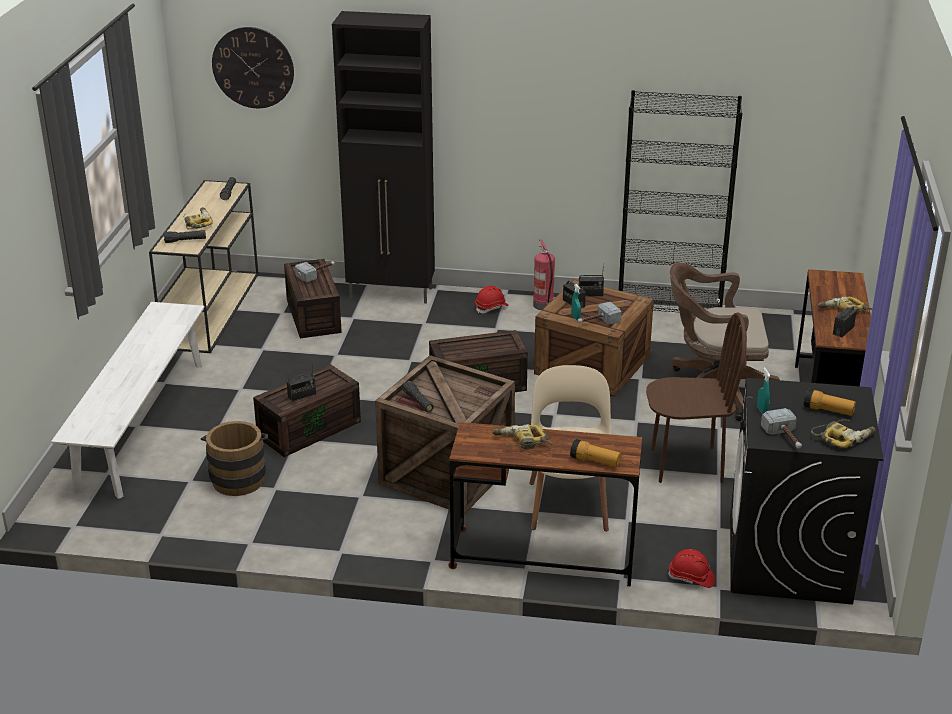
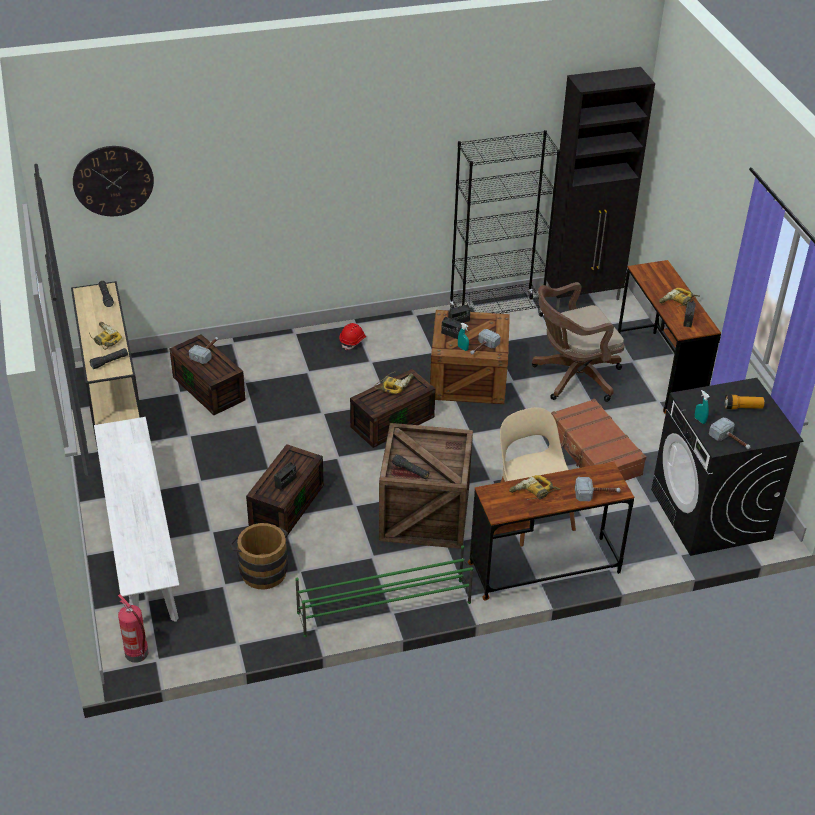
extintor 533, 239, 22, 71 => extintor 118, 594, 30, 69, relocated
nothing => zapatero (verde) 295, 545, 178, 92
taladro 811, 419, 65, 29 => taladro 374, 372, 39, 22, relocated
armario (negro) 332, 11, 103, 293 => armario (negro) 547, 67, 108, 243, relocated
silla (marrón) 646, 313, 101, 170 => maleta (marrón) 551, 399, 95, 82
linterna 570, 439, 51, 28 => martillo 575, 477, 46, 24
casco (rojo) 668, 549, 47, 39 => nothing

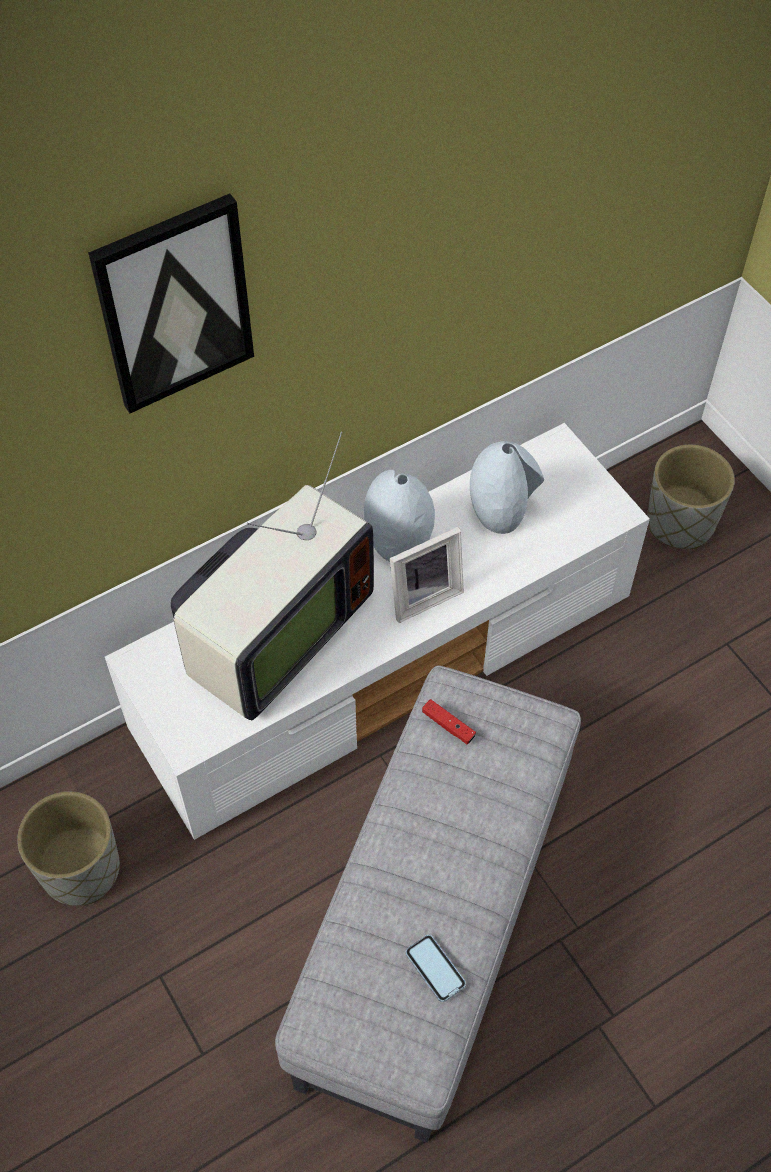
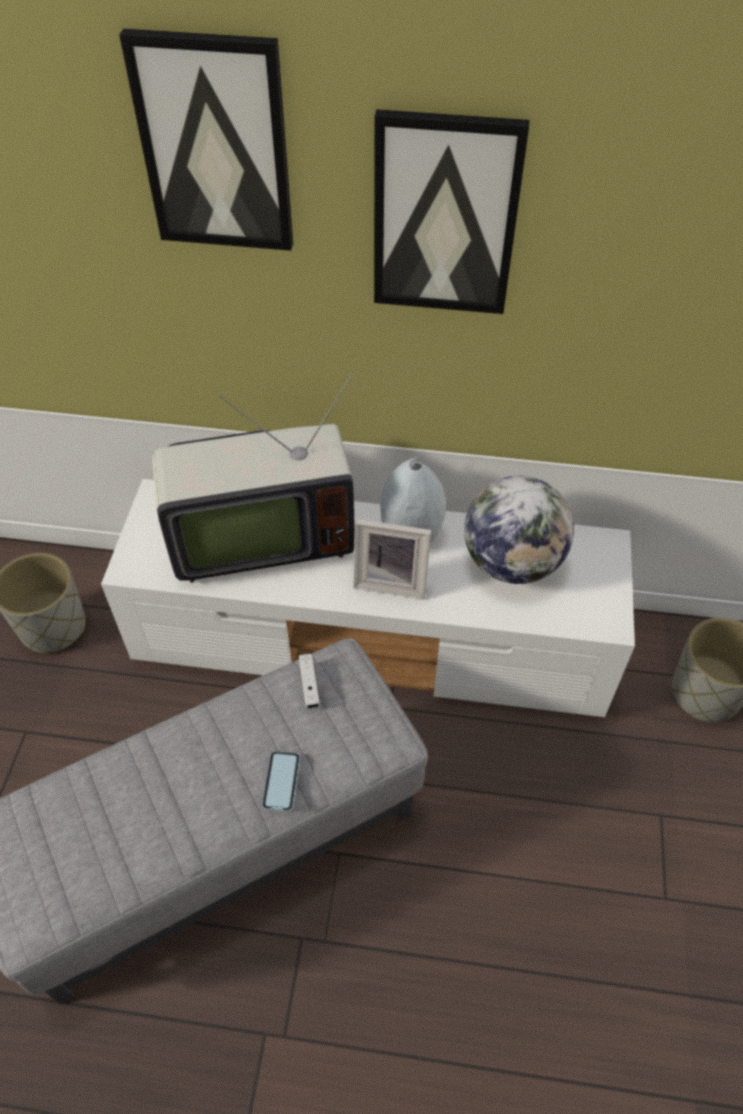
móvil 406, 935, 60, 67 => móvil 262, 751, 38, 61, relocated
mando de consola (rojo) 422, 699, 54, 45 => mando de consola (blanco) 299, 654, 21, 54
nothing => cuadro 374, 109, 156, 205
florero (gris) 470, 441, 74, 93 => globo terráqueo 464, 476, 110, 108

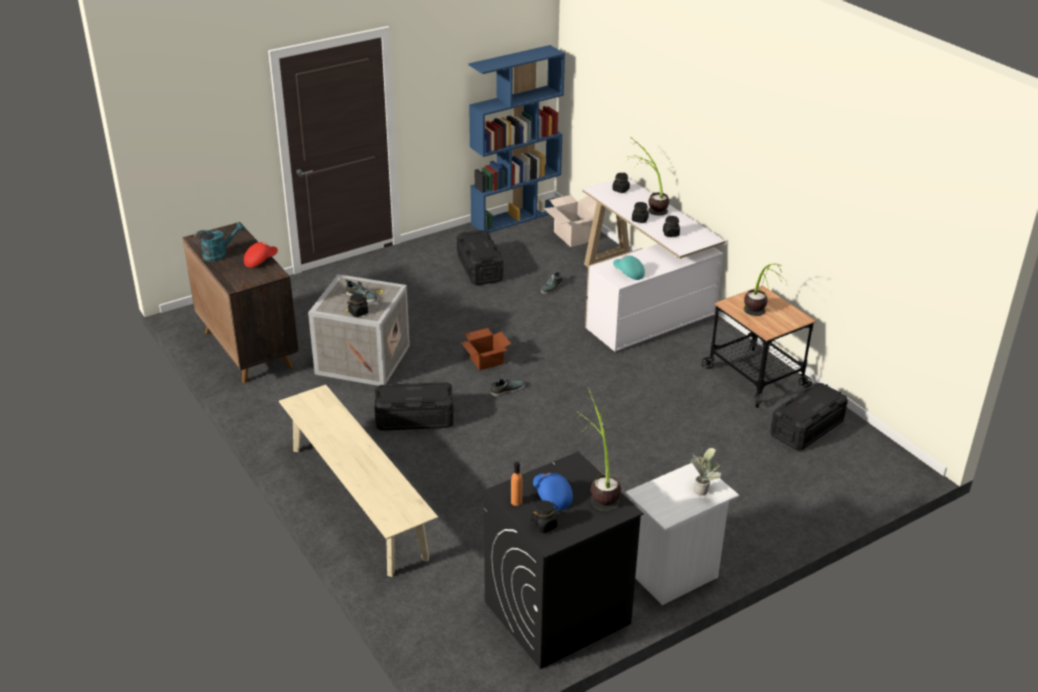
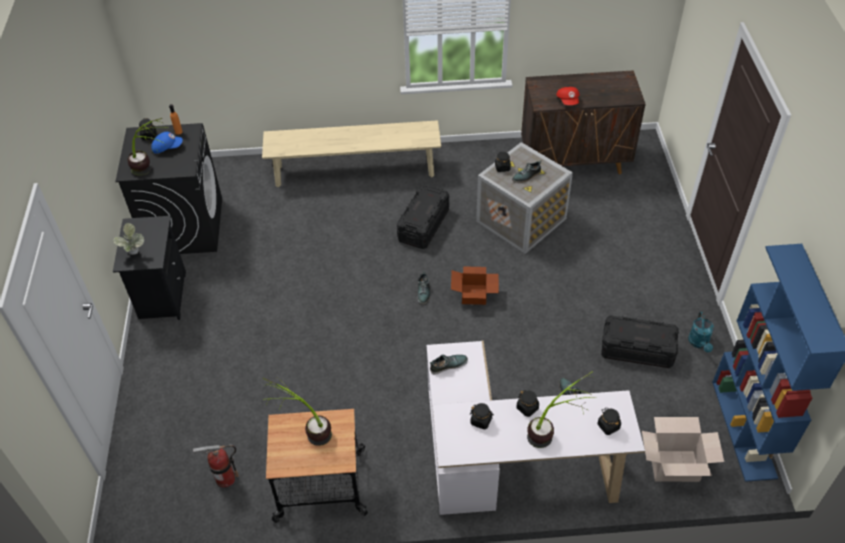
mesita de noche (blanco) 625, 463, 114, 142 => mesita de noche (negro) 113, 216, 73, 104
caja de almacenaje (negro) 771, 383, 77, 67 => extintor 193, 445, 46, 43
gorra (turquesa) 613, 256, 32, 24 => zapato 430, 354, 38, 21
regadera (turquesa) 194, 222, 50, 40 => regadera (turquesa) 688, 312, 26, 40, relocated

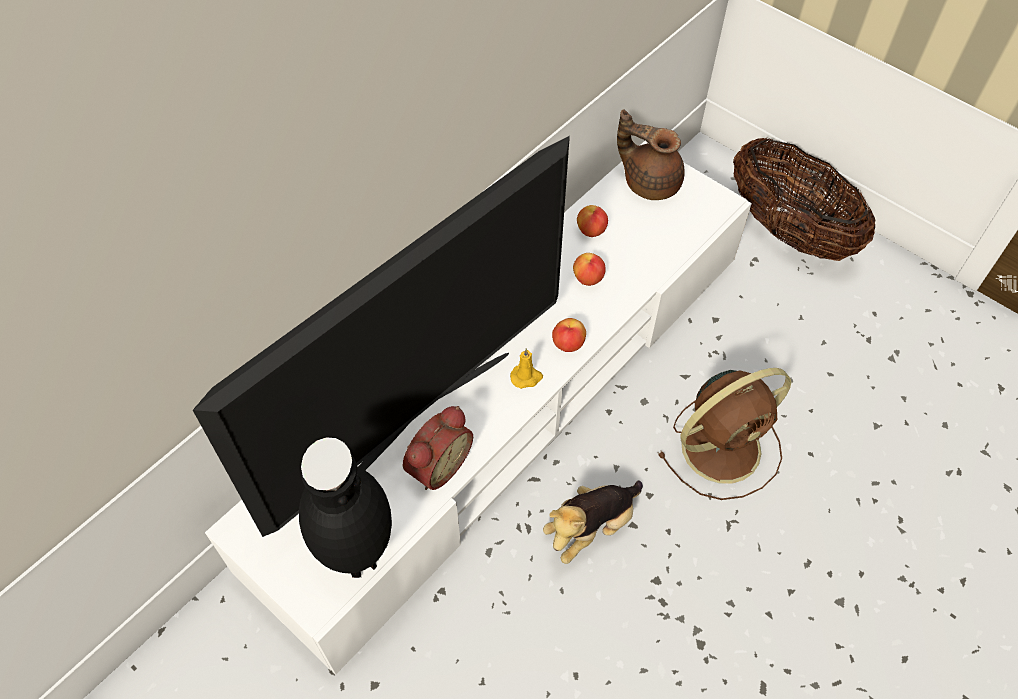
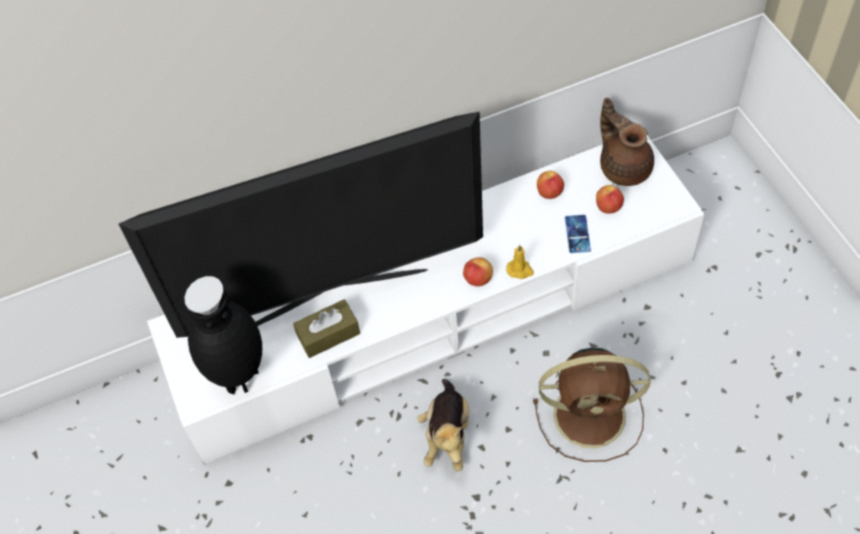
despertador 403, 406, 70, 84 => caja de pañuelos (marrón) 293, 299, 67, 59
peluche 543, 480, 100, 84 => peluche 417, 379, 52, 93, 75 degrees counterclockwise
vela (amarillo) 510, 348, 33, 41 => vela (amarillo) 506, 245, 28, 34, relocated
nothing => móvil 565, 215, 26, 38
manzana 573, 253, 33, 33 => manzana 596, 185, 28, 29, relocated
cesta 733, 138, 142, 123 => nothing

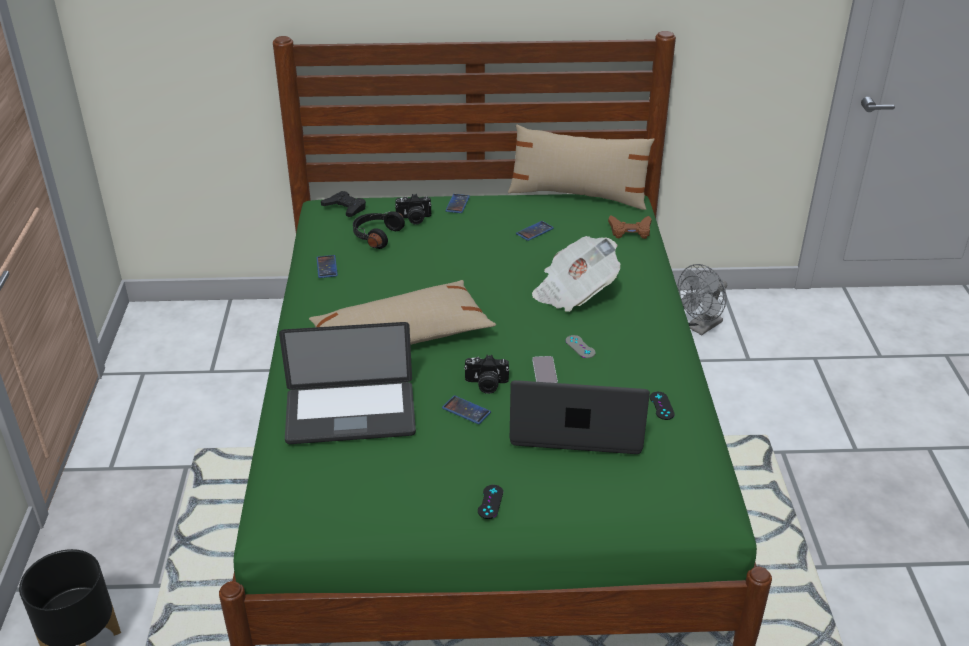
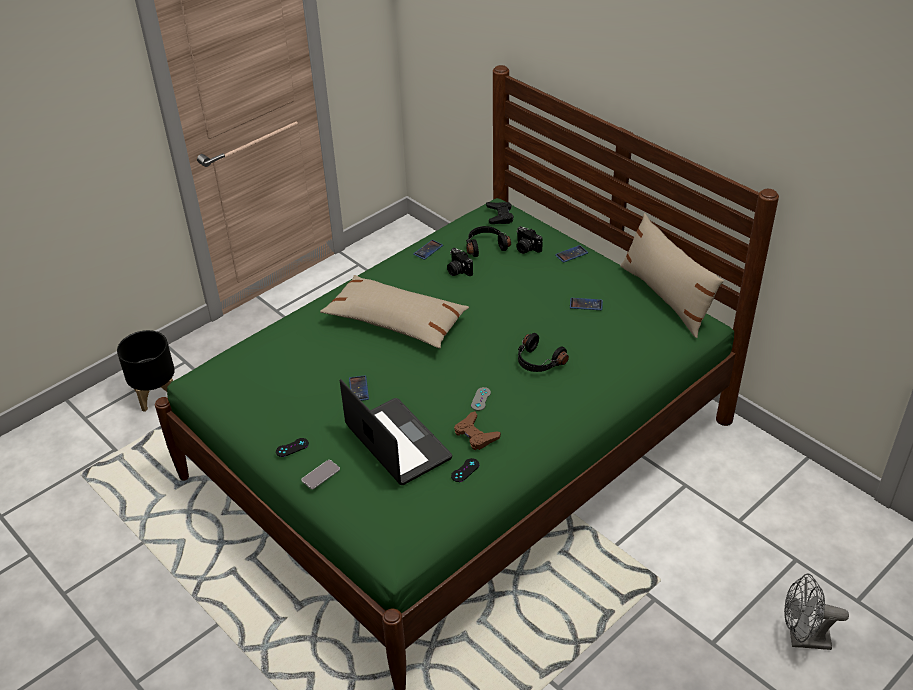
móvil 532, 356, 26, 27 => móvil 301, 460, 39, 29, relocated
cámara 464, 355, 45, 39 => cámara 447, 248, 26, 28, relocated
mando de consola (marrón) 608, 215, 44, 24 => mando de consola (marrón) 454, 411, 47, 39, relocated
periódico 532, 236, 88, 76 => auriculares (negro) 518, 333, 51, 39
ventilador (gris) 677, 264, 50, 71 => ventilador (gris) 784, 573, 65, 77, relocated
portátil 279, 322, 137, 122 => nothing

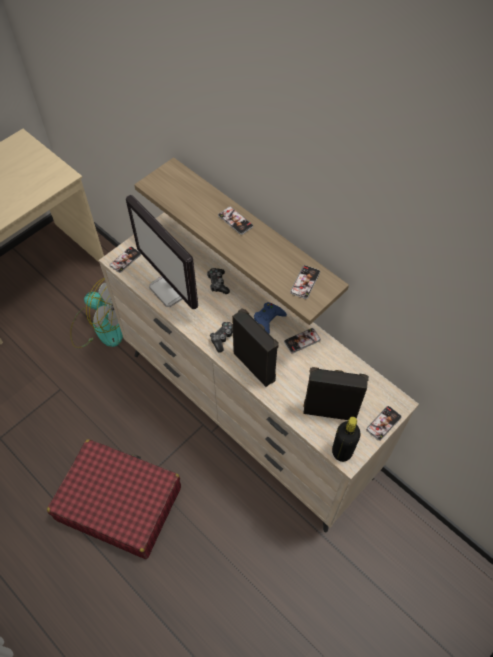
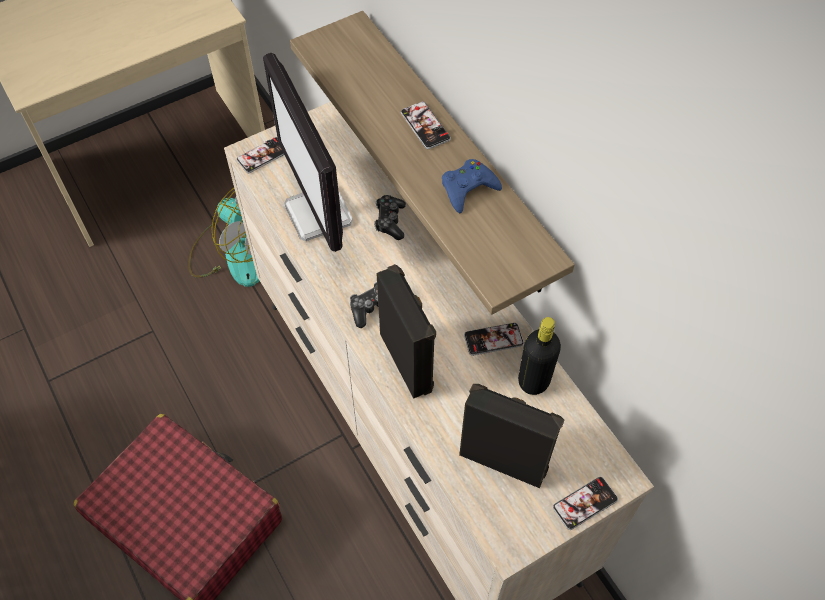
mando de consola (azul) 254, 302, 33, 32 => mando de consola (azul) 442, 159, 60, 54, relocated
botella (negro) 332, 417, 28, 45 => botella (negro) 518, 317, 43, 78, relocated
móvil 290, 265, 30, 34 => nothing

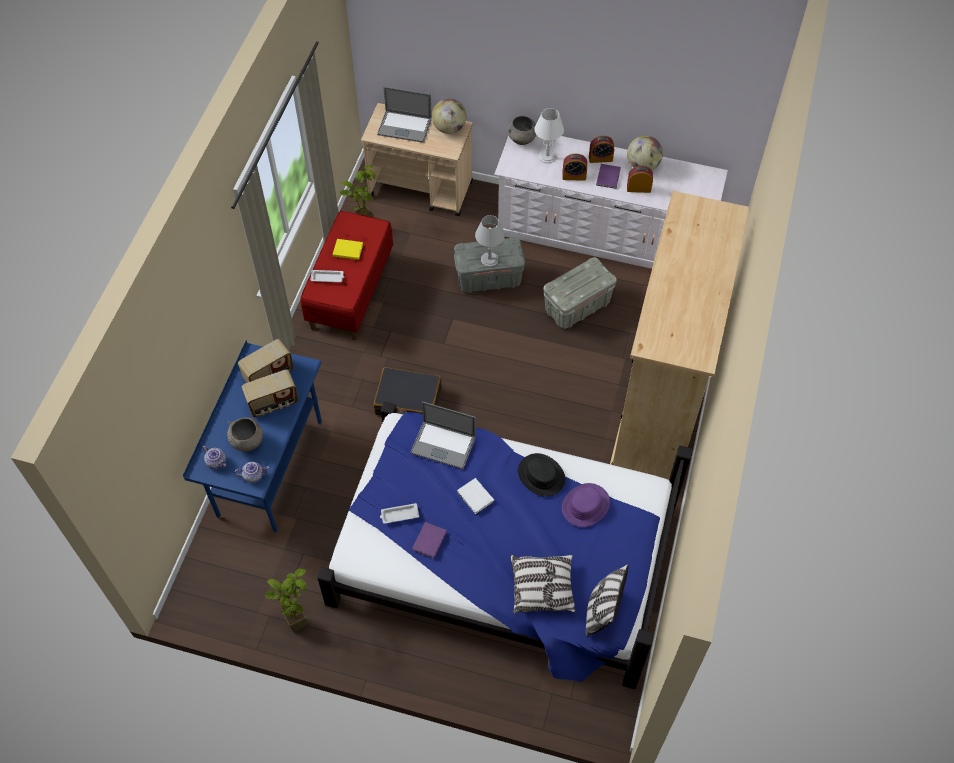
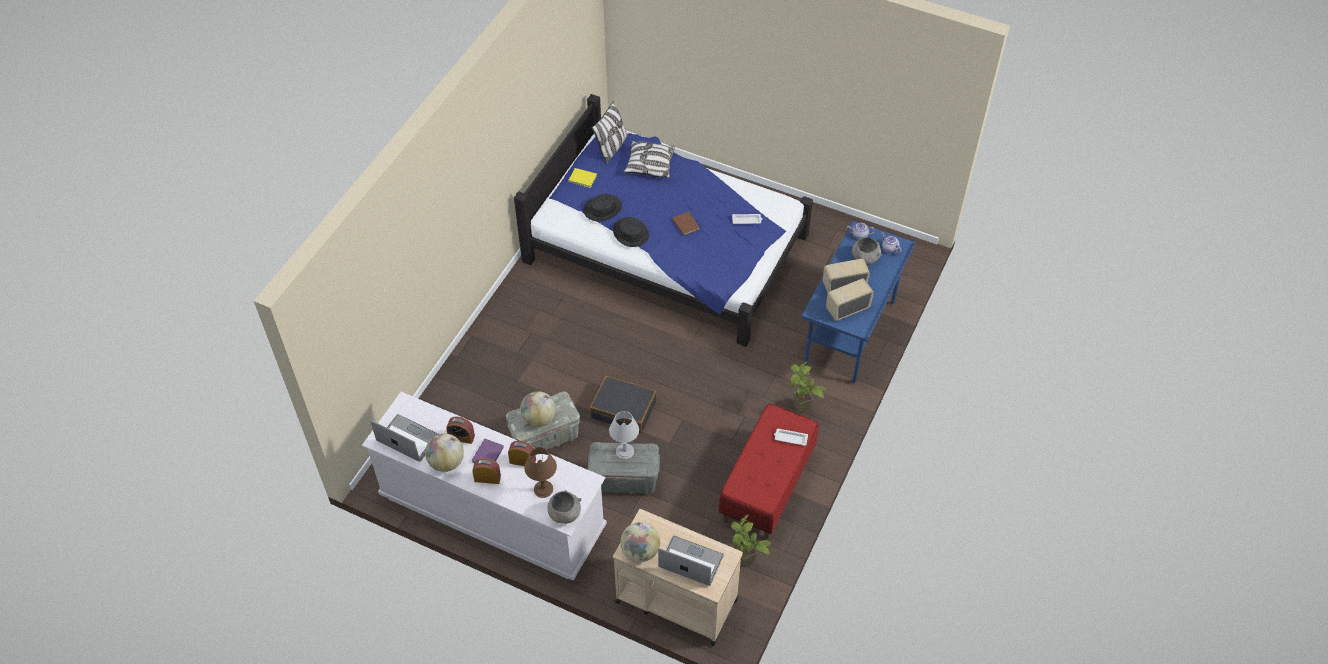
portátil 410, 402, 66, 67 => portátil 371, 414, 68, 47, relocated
nothing => globo terráqueo 520, 391, 36, 36
lámpara de mesa (blanco) 534, 108, 30, 55 => lámpara de mesa (marrón) 524, 447, 33, 51
libro (amarillo) 333, 239, 30, 21 => libro (amarillo) 569, 168, 28, 20, relocated
sombrero (morado) 562, 483, 48, 44 => sombrero (negro) 583, 194, 39, 27
maleta (negro) 373, 367, 69, 49 => maleta (negro) 590, 376, 67, 58, relocated
libro (blanco) 457, 478, 37, 36 => libro (marrón) 672, 211, 28, 25
planta en maceta 264, 569, 43, 63 => planta en maceta 791, 361, 35, 52, relocated
libro (morado) 412, 522, 35, 36 => nothing
armario ropero (beis) 610, 191, 139, 289 => nothing

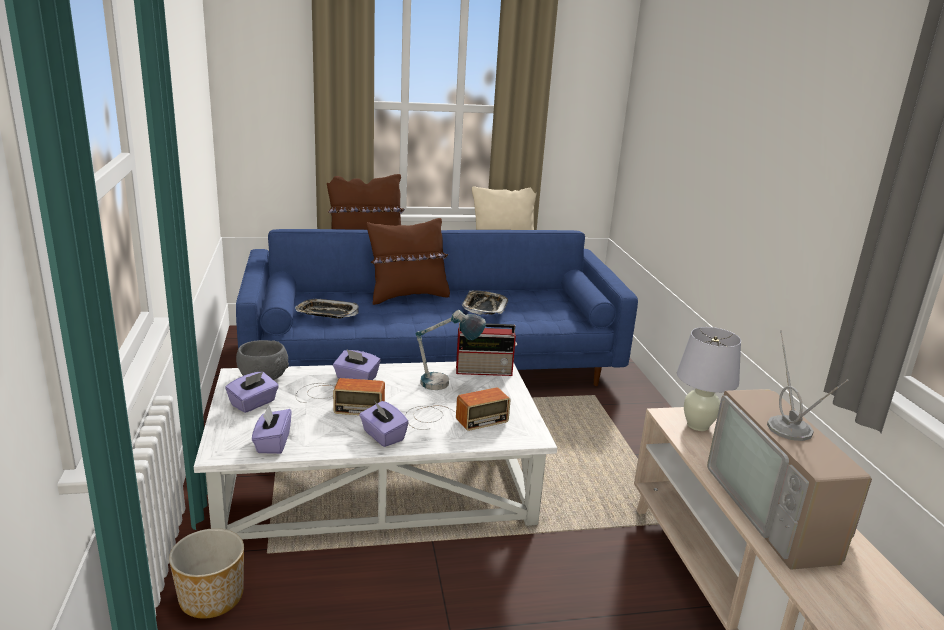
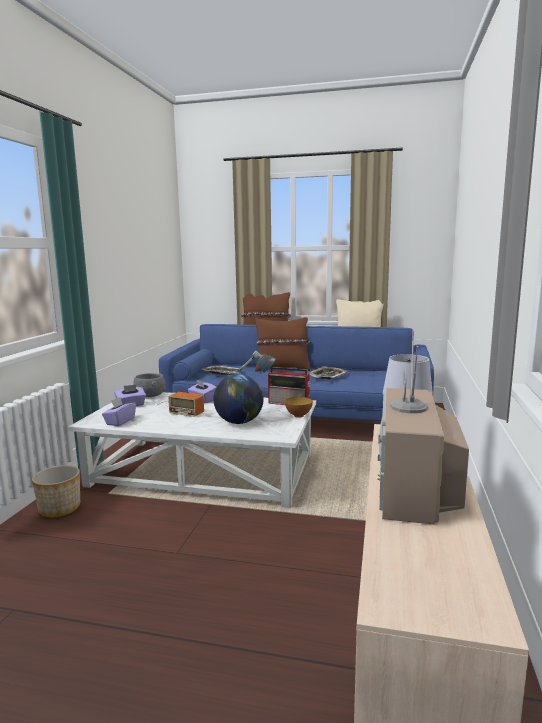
radio 405, 387, 105, 44 => globo terráqueo 214, 374, 50, 50
nothing => cuenco 285, 397, 28, 21
caja de pañuelos (morado) 359, 401, 50, 46 => nothing

